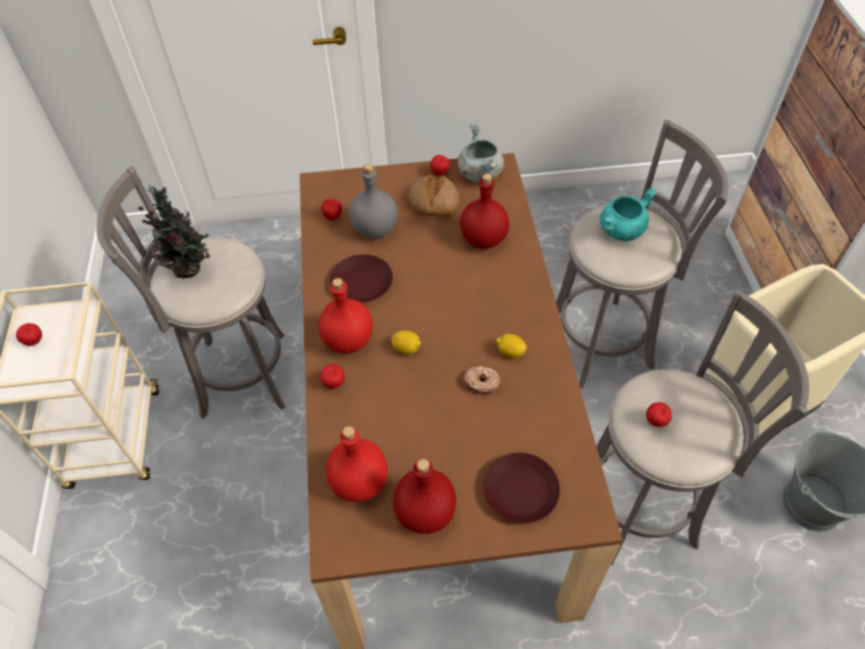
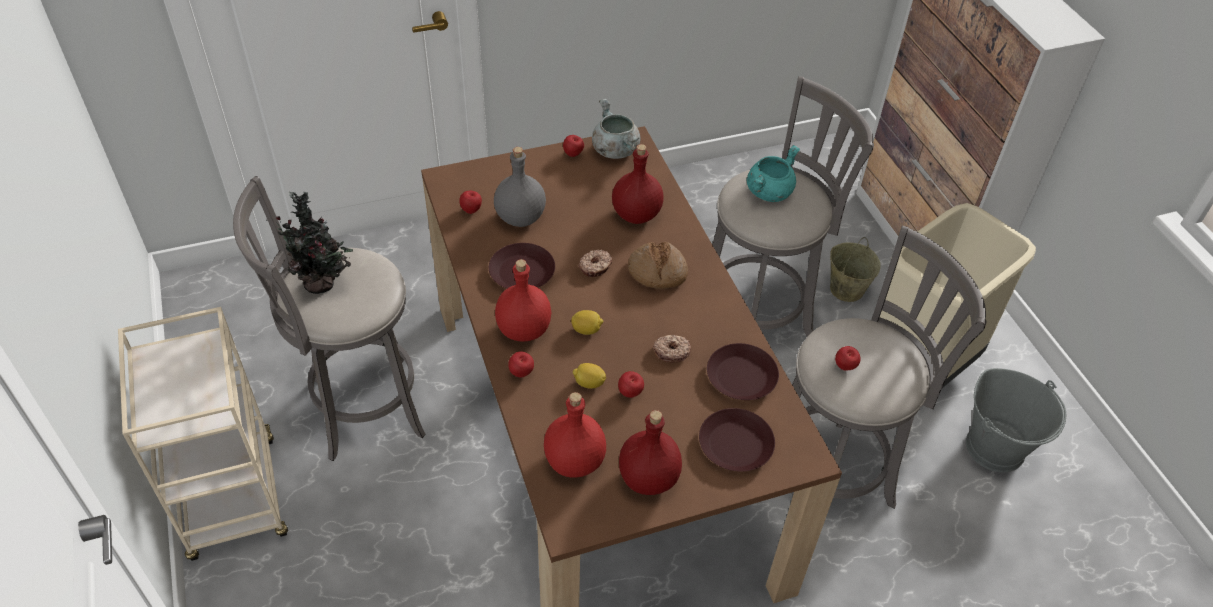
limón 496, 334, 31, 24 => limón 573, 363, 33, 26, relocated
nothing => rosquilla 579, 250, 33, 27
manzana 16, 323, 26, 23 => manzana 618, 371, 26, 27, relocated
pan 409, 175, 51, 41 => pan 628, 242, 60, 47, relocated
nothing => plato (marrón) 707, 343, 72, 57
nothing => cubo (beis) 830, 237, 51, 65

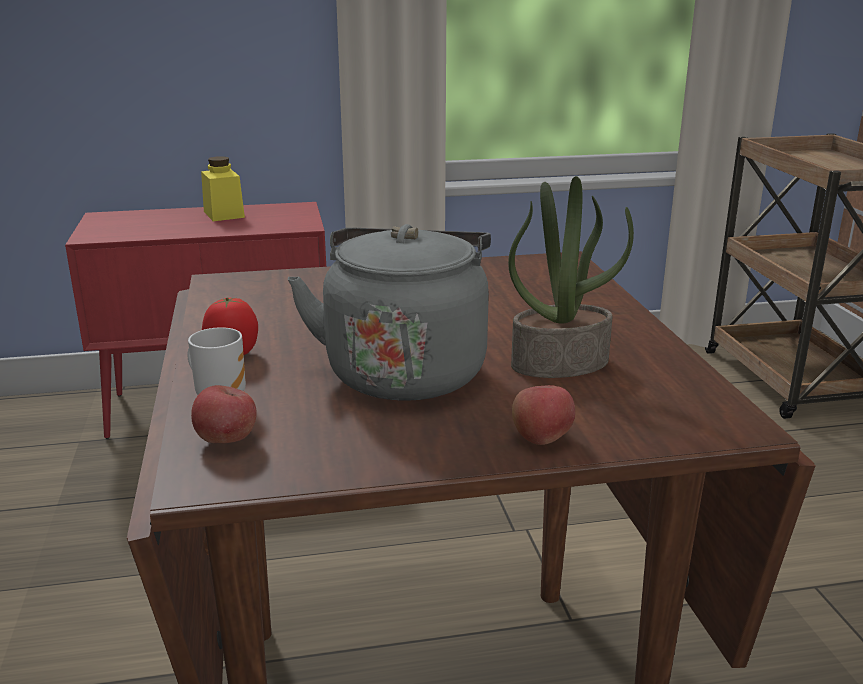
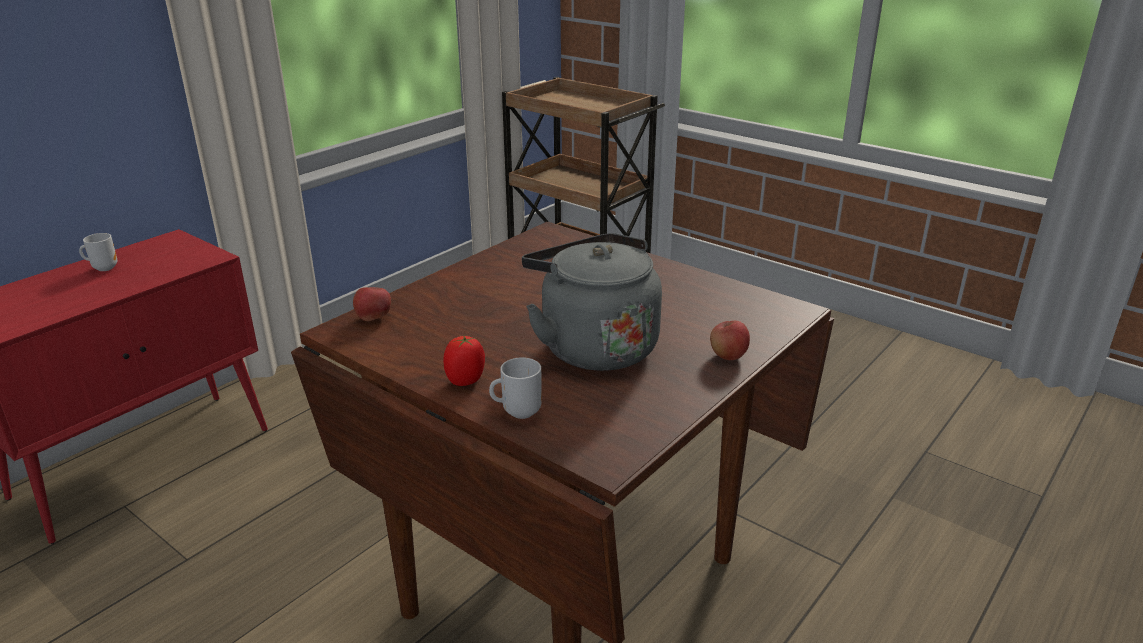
tarro (amarillo) 201, 156, 44, 65 => taza grande 79, 233, 38, 38
manzana 191, 385, 66, 58 => manzana 353, 287, 38, 34, relocated
planta en maceta 508, 176, 126, 202 => nothing

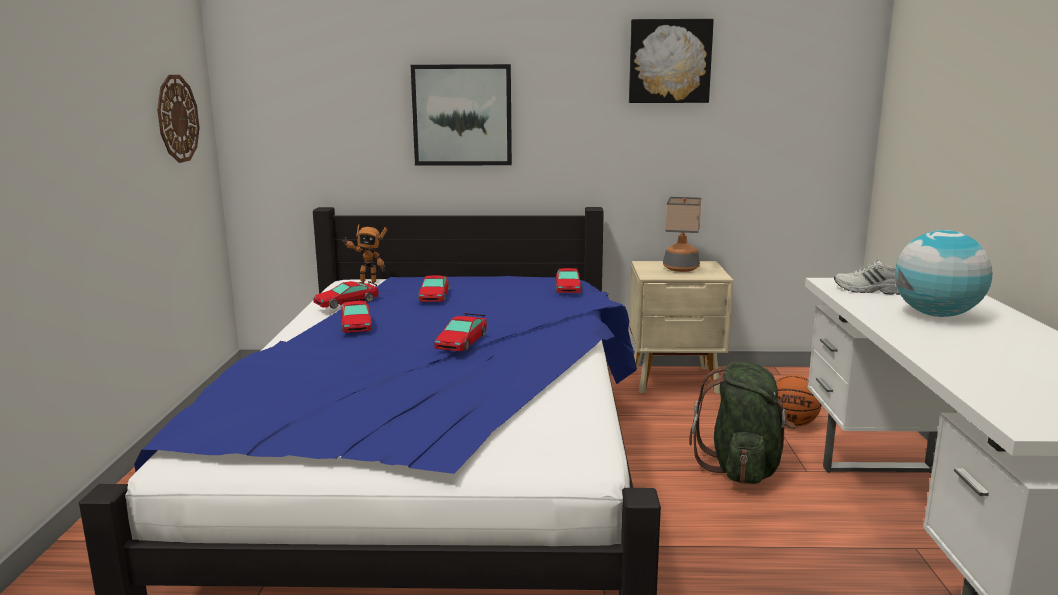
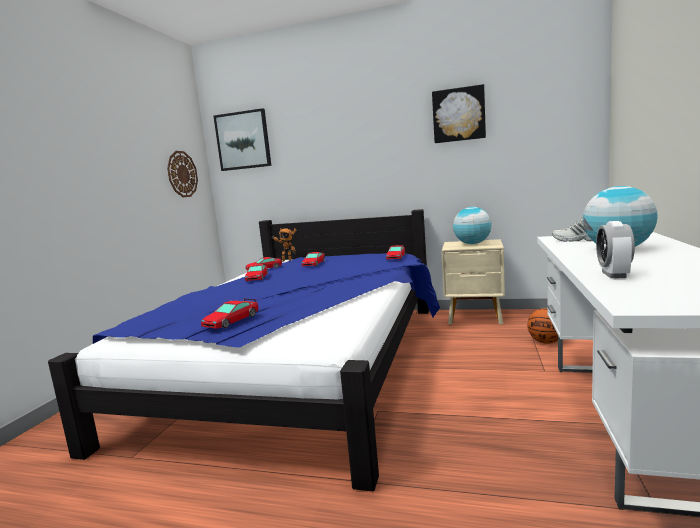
coche de juguete 434, 313, 53, 38 => coche de juguete 201, 298, 58, 31, relocated
cuadro 411, 64, 101, 101 => cuadro 214, 108, 57, 63, relocated
lámpara de mesa 663, 197, 39, 75 => globo terráqueo 453, 207, 39, 37
nothing => despertador 596, 221, 39, 57
mochila (verde) 689, 362, 107, 122 => nothing

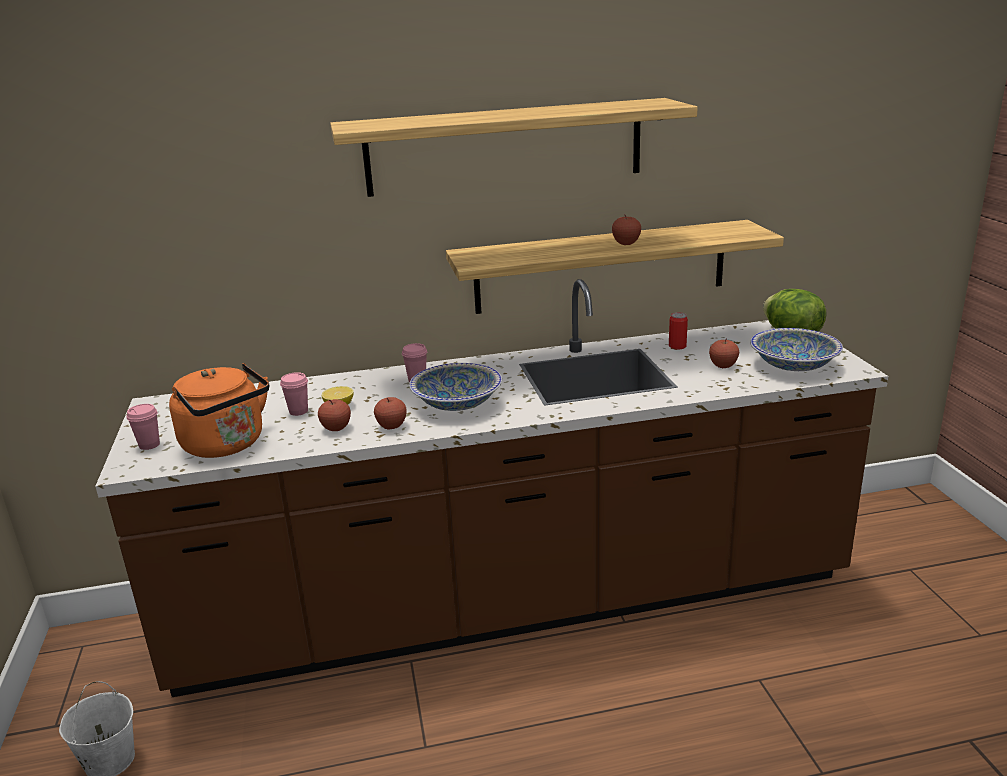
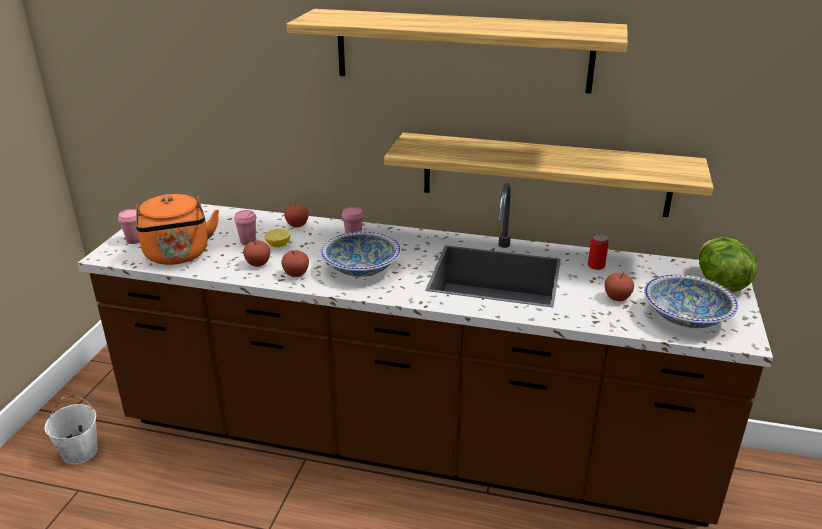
manzana 612, 214, 29, 31 => manzana 284, 202, 25, 26, relocated

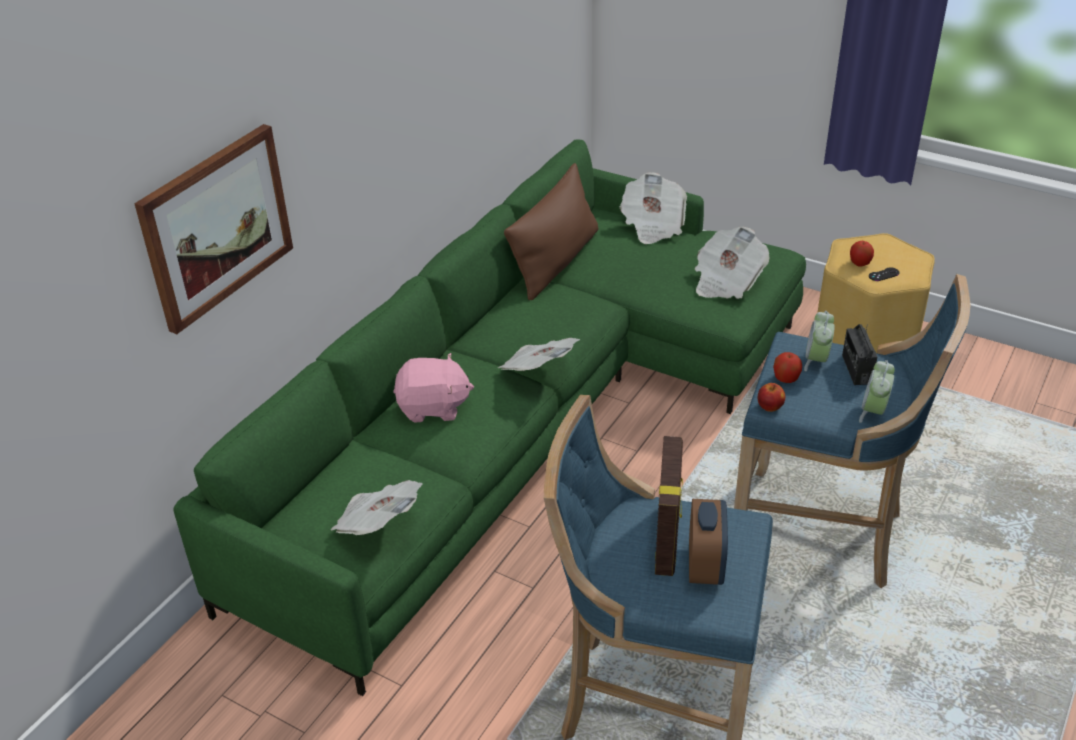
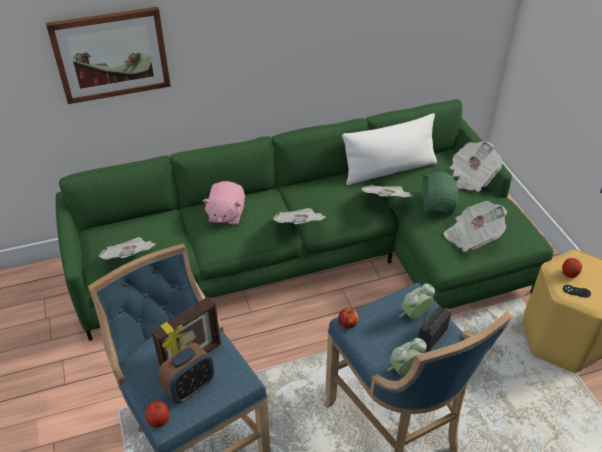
manzana 773, 352, 29, 31 => manzana 145, 401, 24, 26, relocated
peluche (rosa) 393, 353, 81, 70 => peluche (rosa) 202, 181, 43, 44, 60 degrees clockwise
cojín (marrón) 504, 163, 95, 137 => cojín (blanco) 342, 113, 95, 72
nothing => periódico 361, 185, 51, 12
nothing => peluche (verde) 422, 172, 38, 42

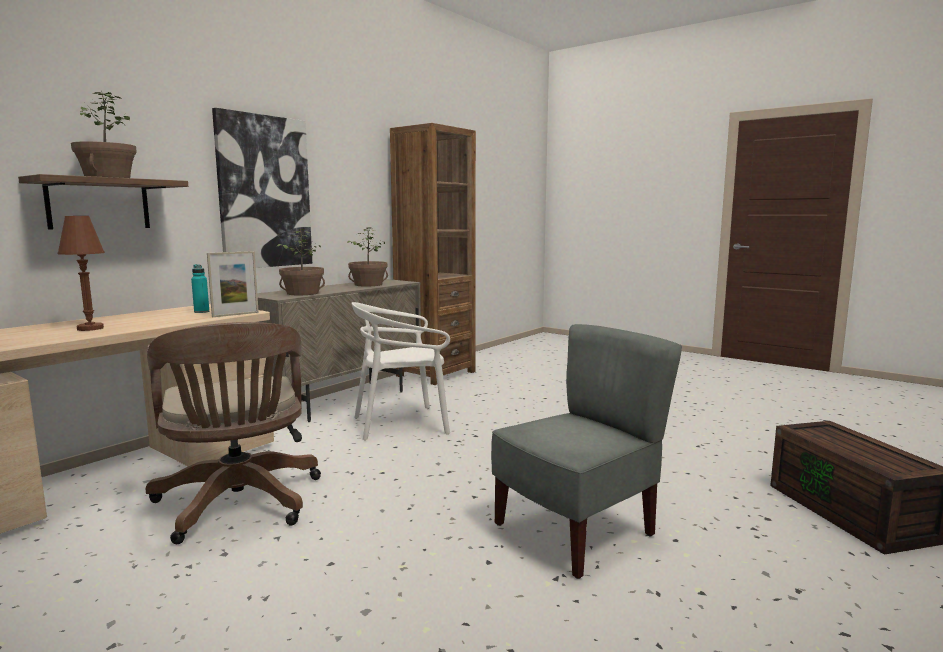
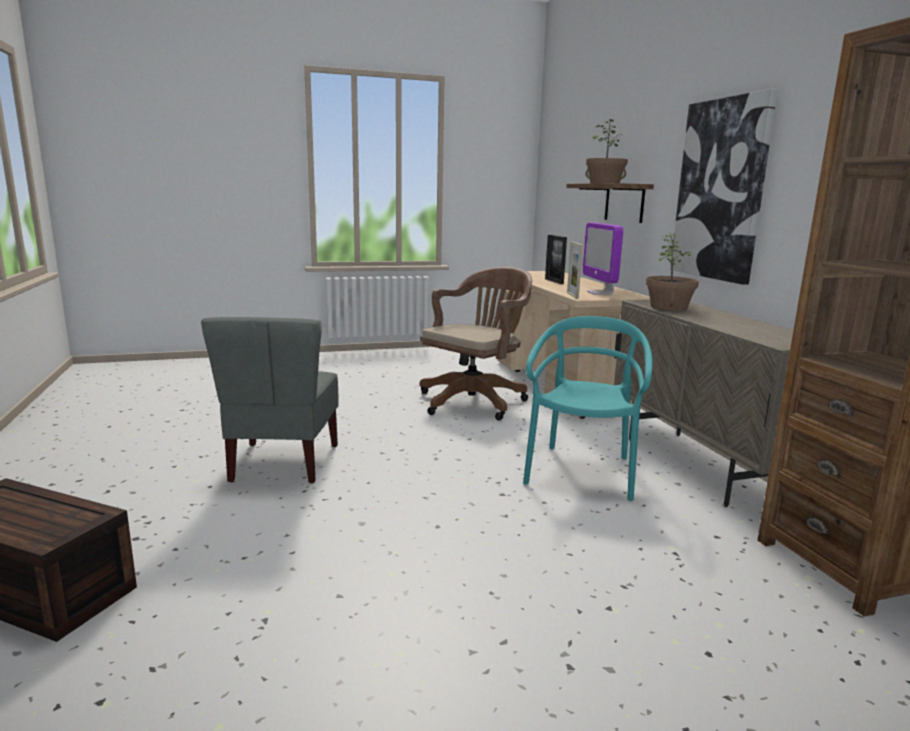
silla de oficina (marrón) 146, 322, 175, 222 => silla de oficina (marrón) 419, 267, 113, 154, 120 degrees clockwise
silla (blanco) 351, 302, 99, 138 => silla (turquesa) 523, 316, 130, 185
lámpara de mesa (marrón) 57, 216, 48, 115 => portarretratos 545, 235, 22, 49
botella (turquesa) 191, 264, 18, 49 => monitor 583, 223, 40, 72
planta en maceta 347, 227, 41, 59 => nothing

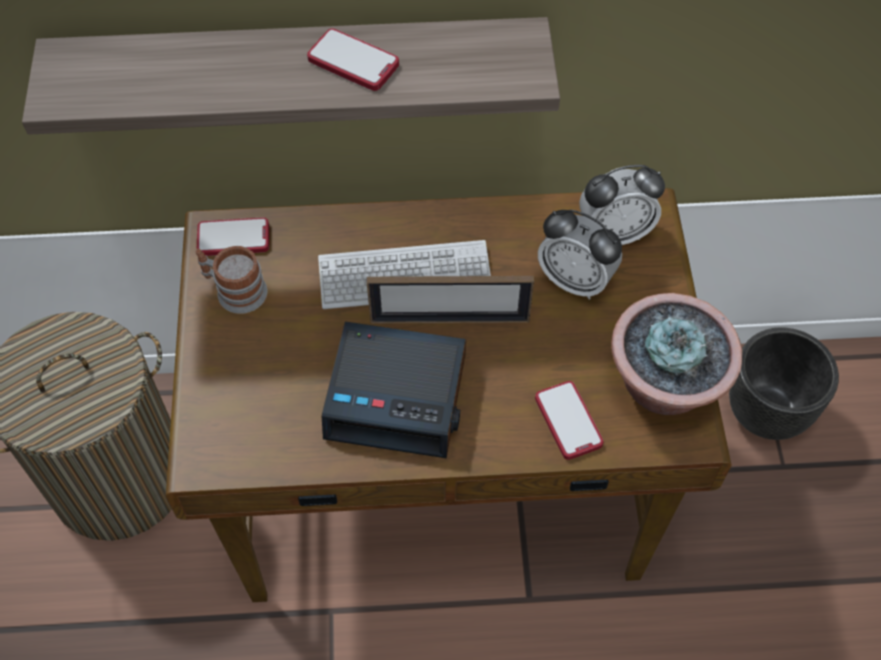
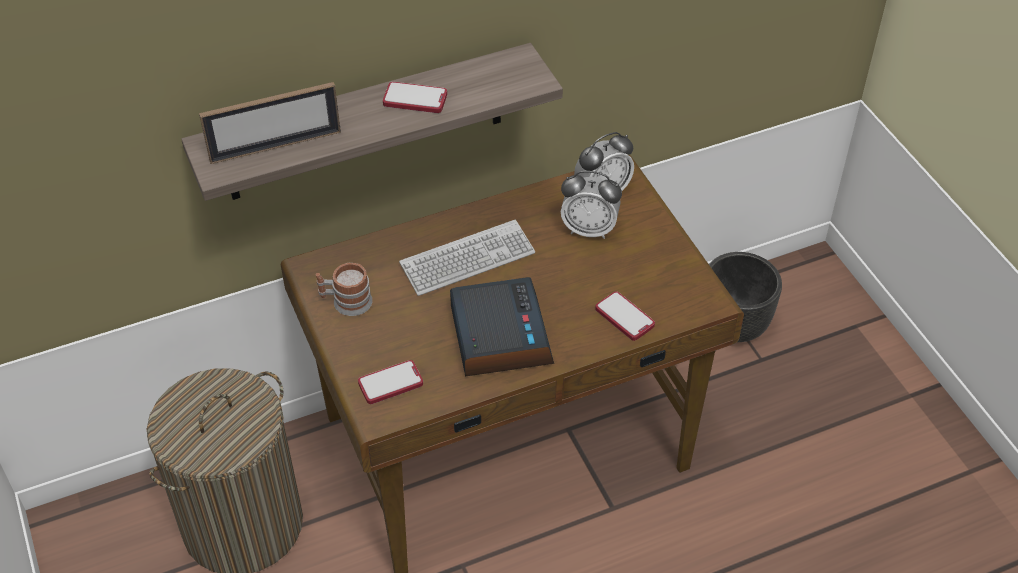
portarretratos 367, 276, 167, 47 => portarretratos 199, 82, 142, 82, relocated
móvil 197, 218, 72, 38 => móvil 358, 360, 65, 44, relocated
despertador 322, 322, 144, 137 => despertador 450, 277, 104, 100, 90 degrees counterclockwise
planta en maceta 611, 293, 131, 122 => nothing

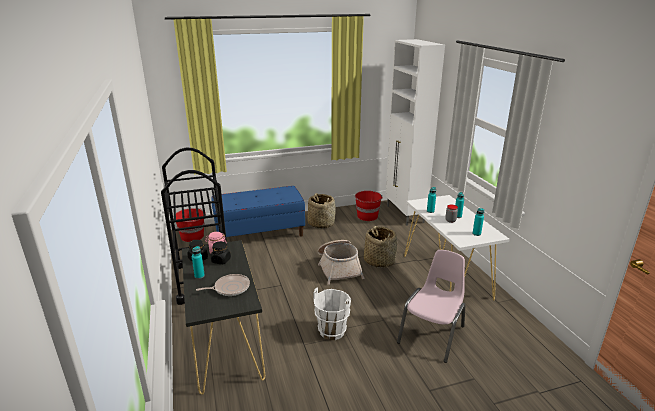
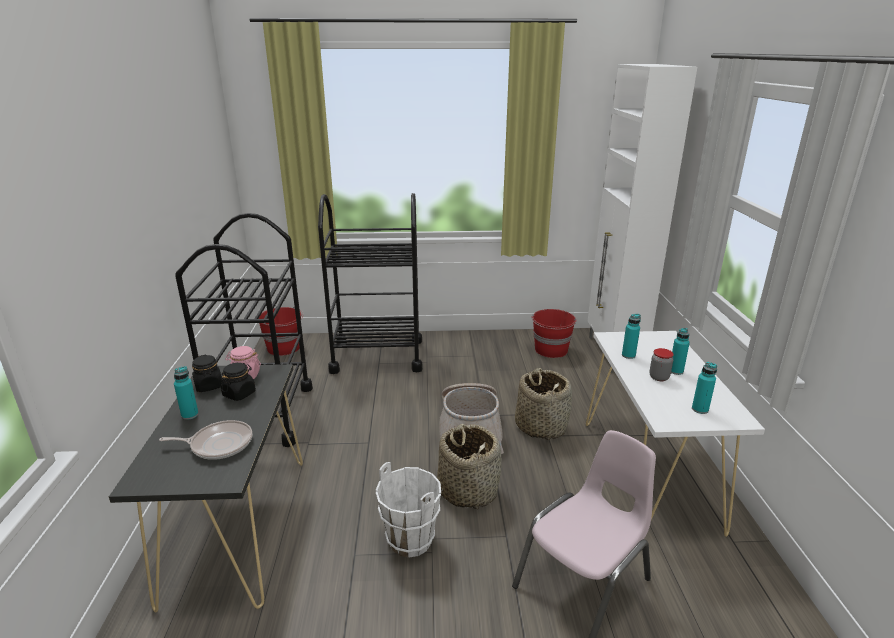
banco (azul) 211, 186, 94, 51 => carrito (negro) 318, 193, 105, 181
cesta 308, 193, 28, 36 => cesta 437, 424, 64, 85, relocated

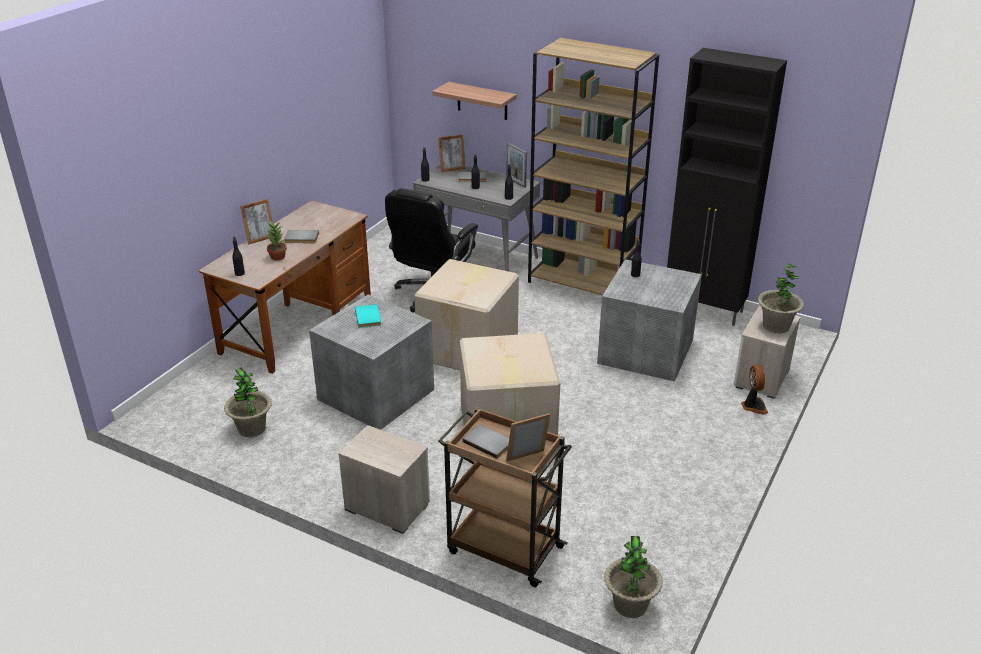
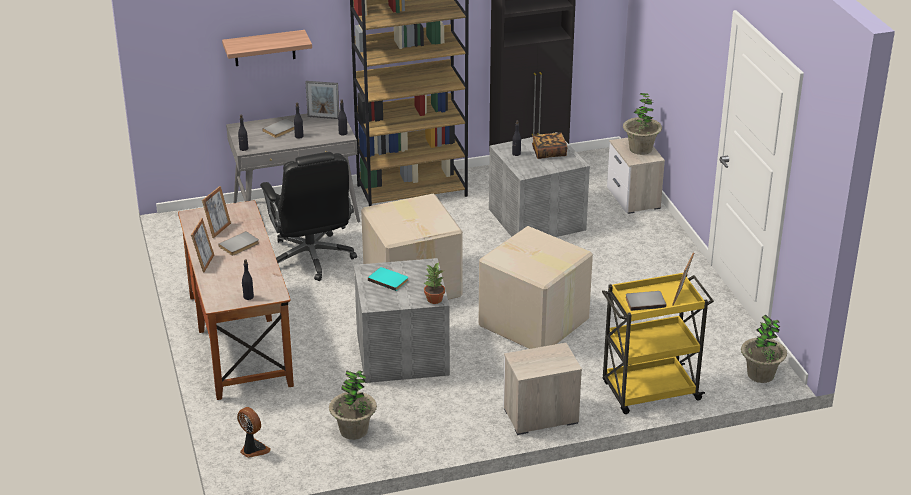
portarretratos 438, 134, 28, 38 => portarretratos 202, 186, 29, 52, relocated
ventilador 741, 365, 27, 50 => ventilador 237, 407, 34, 51, relocated
planta en maceta 267, 220, 20, 41 => planta en maceta 424, 263, 21, 41, relocated
nothing => libro 532, 133, 35, 26
carrito (marrón) 438, 407, 134, 180 => carrito (amarillo) 602, 272, 112, 142

